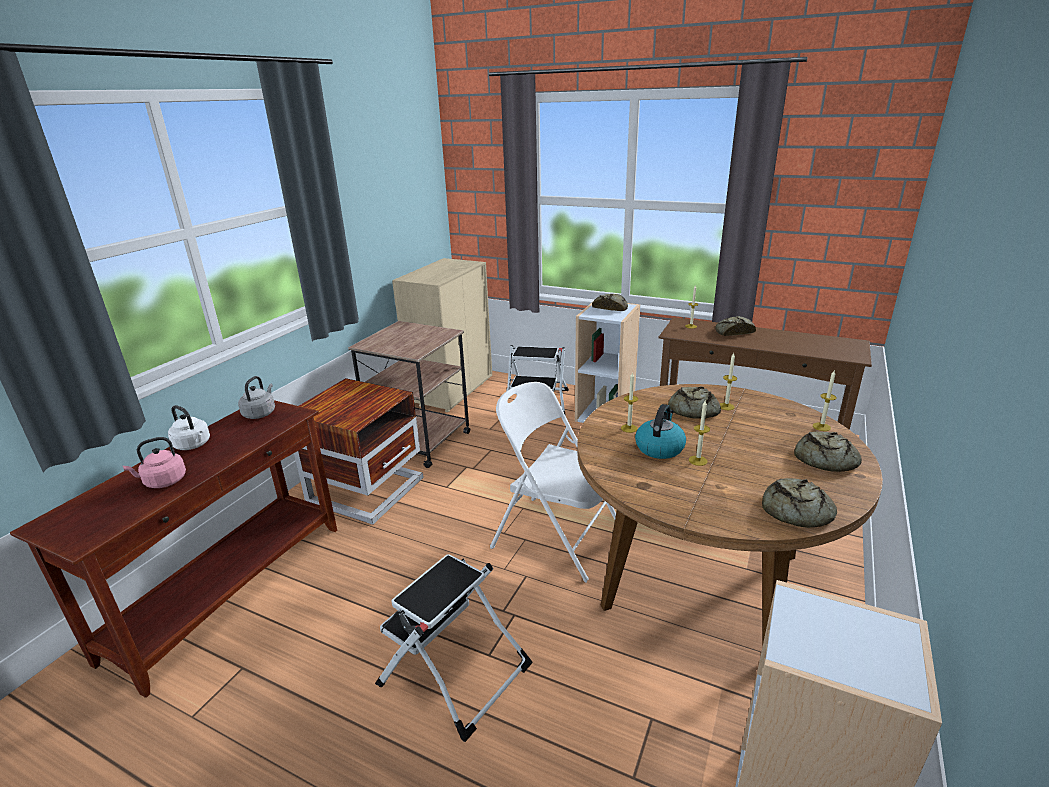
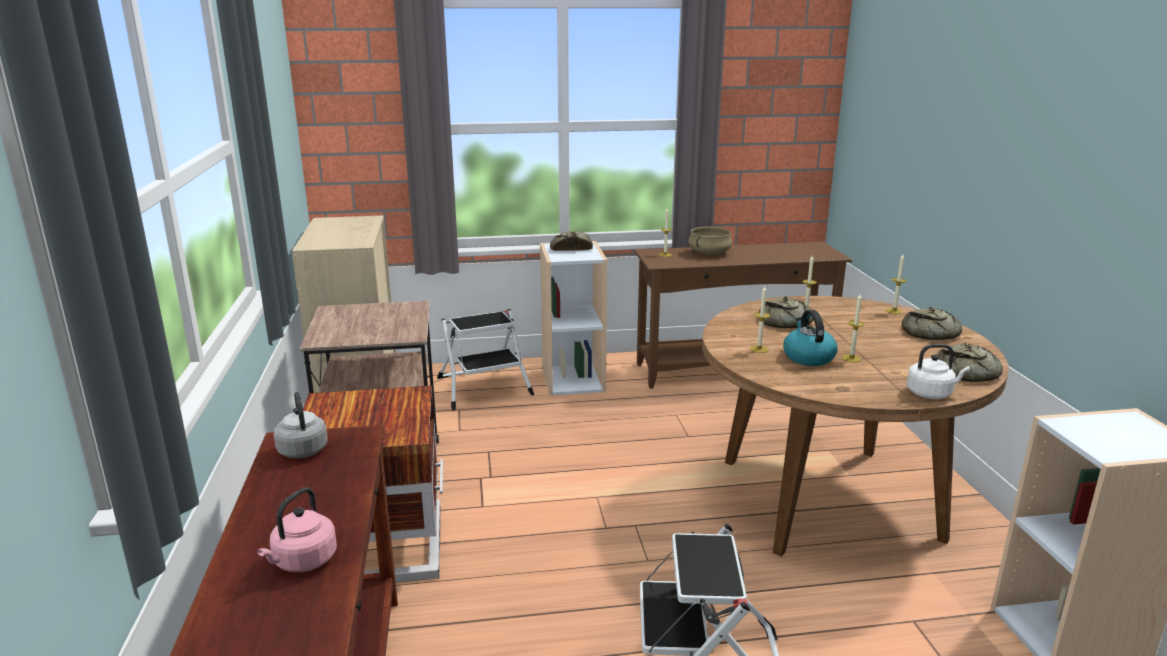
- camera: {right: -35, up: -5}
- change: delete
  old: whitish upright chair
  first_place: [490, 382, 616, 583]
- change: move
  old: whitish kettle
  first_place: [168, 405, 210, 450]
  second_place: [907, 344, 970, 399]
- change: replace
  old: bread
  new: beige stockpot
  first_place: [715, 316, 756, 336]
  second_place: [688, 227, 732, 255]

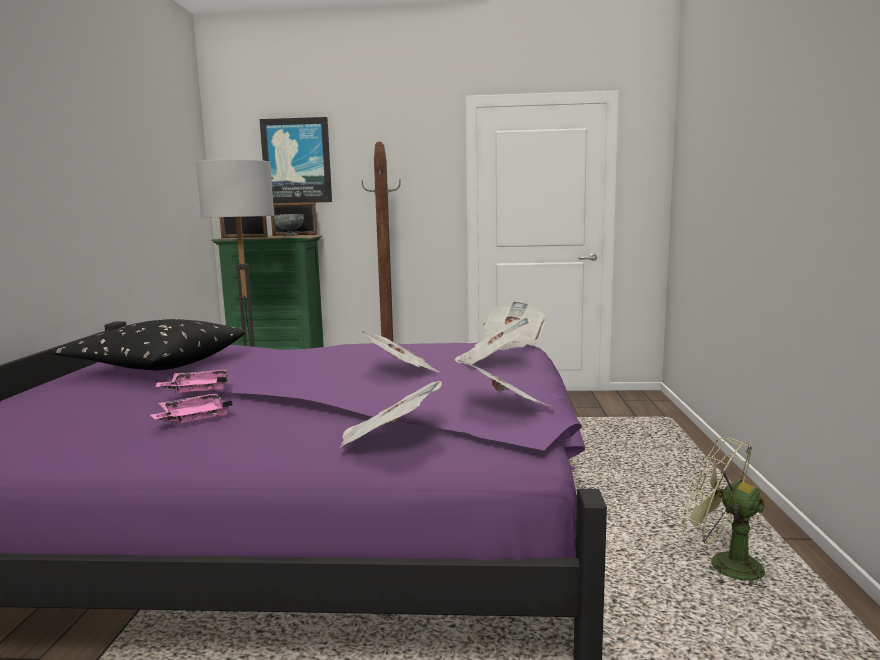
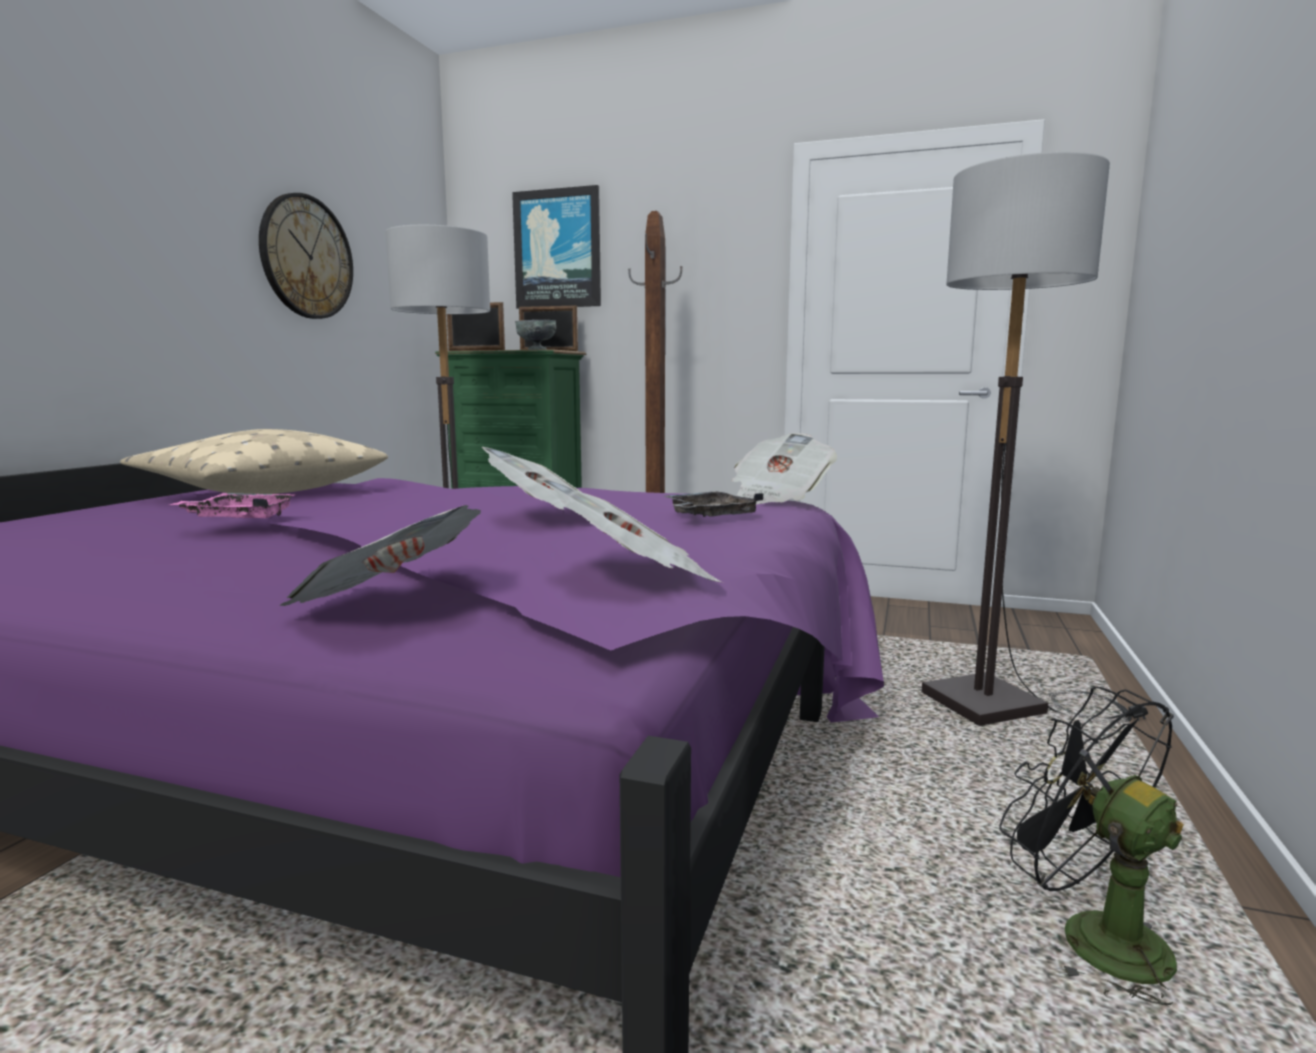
- camera: {right: 15, up: 0}
- change: delete
  old: pink serving tray
  first_place: [150, 393, 233, 423]
- change: insert
  new: clock on the wall
  second_place: [259, 193, 353, 319]
- change: insert
  new: standing lamp
  second_place: [922, 152, 1148, 726]
- change: replace
  old: printed paper
  new: greyish serving tray
  first_place: [455, 318, 532, 365]
  second_place: [664, 491, 764, 517]
- change: recolor
  old: blackish cushion
  new: beige cushion
  first_place: [51, 319, 246, 370]
  second_place: [120, 429, 388, 494]
- change: recolor
  old: green-coloured cooling fan
  new: blackish cooling fan
  first_place: [683, 438, 767, 589]
  second_place: [1000, 687, 1184, 1007]

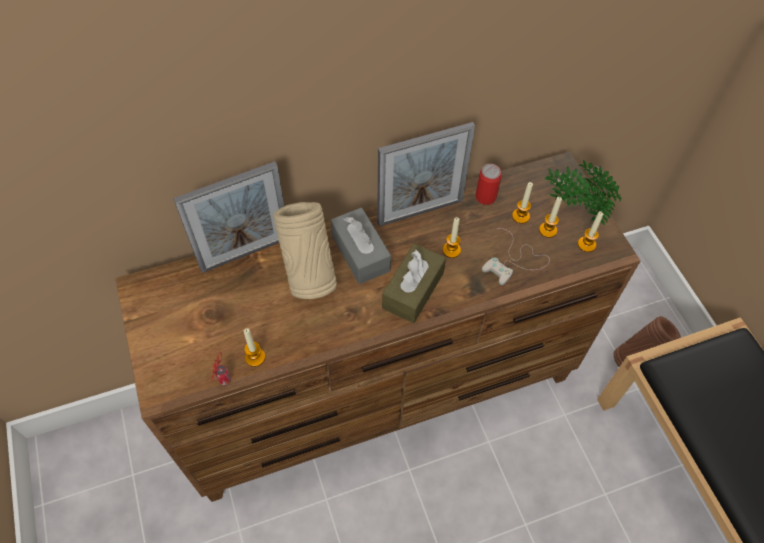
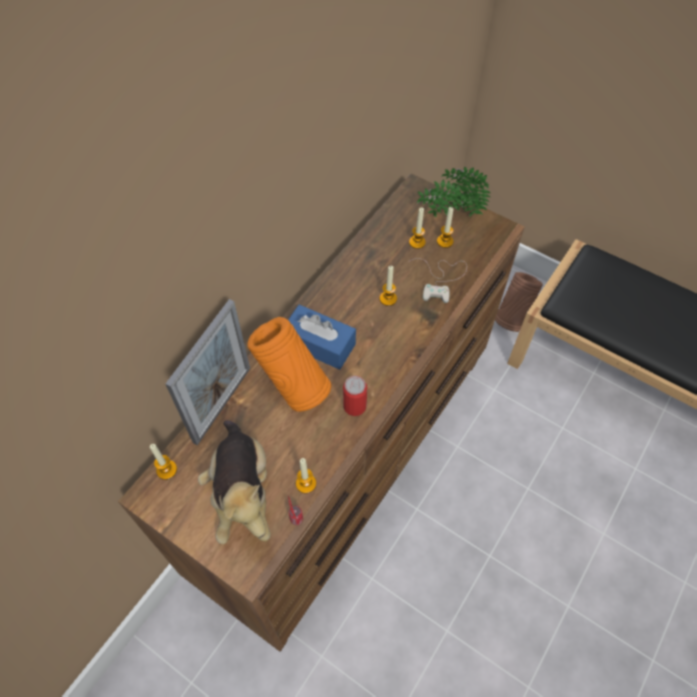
- camera: {right: -35, up: 0}
- change: delete
  old: photo frame
  first_place: [377, 122, 475, 226]
- change: delete
  old: brownish tissue box
  first_place: [382, 243, 446, 323]
- change: insert
  new: soft toy
  second_place: [198, 420, 271, 544]
- change: move
  old: metal can
  first_place: [475, 164, 502, 205]
  second_place: [343, 376, 367, 416]
- change: move
  old: candle
  first_place: [578, 211, 604, 252]
  second_place: [150, 444, 177, 480]
- change: recolor
  old: beige vase
  new: orangey vase
  first_place: [273, 202, 337, 299]
  second_place: [247, 317, 331, 412]
- change: recolor
  old: greyish tissue box
  new: blue-coloured tissue box
  first_place: [330, 208, 391, 284]
  second_place: [288, 305, 356, 370]

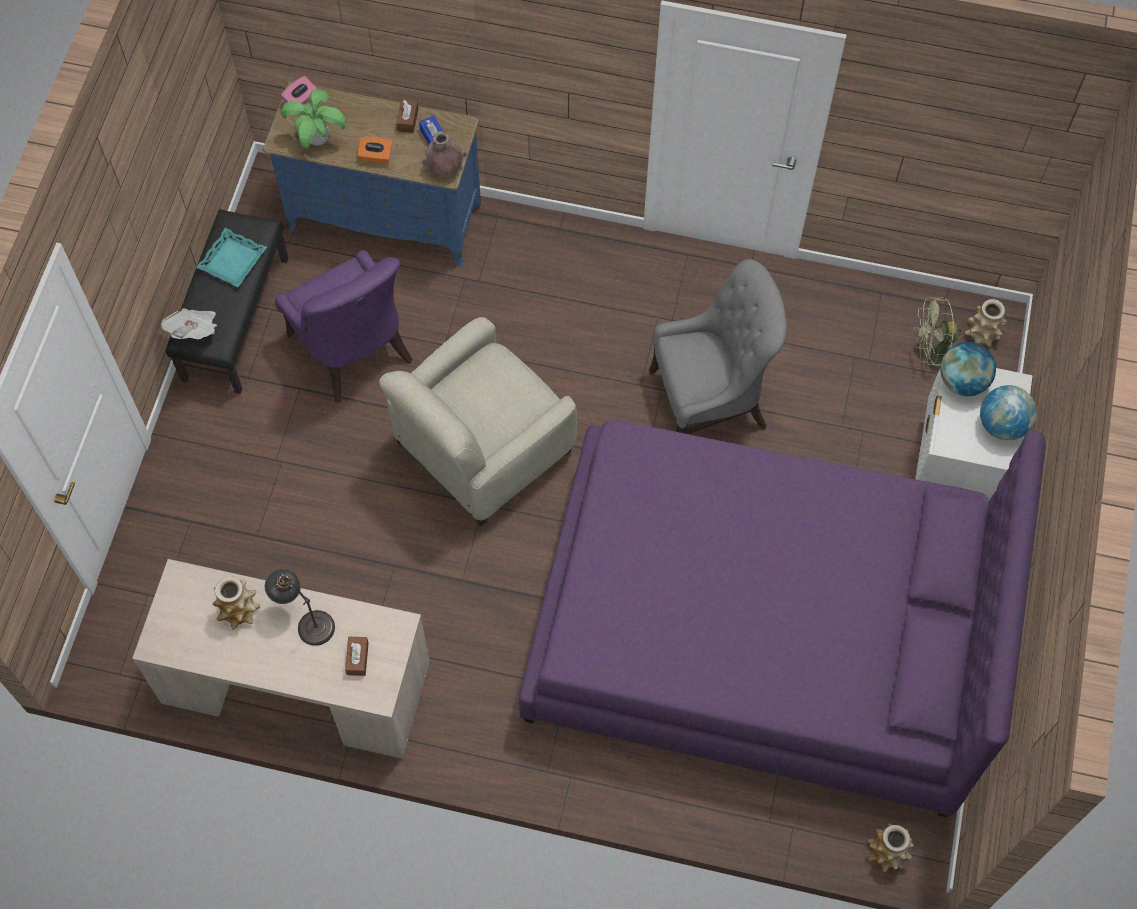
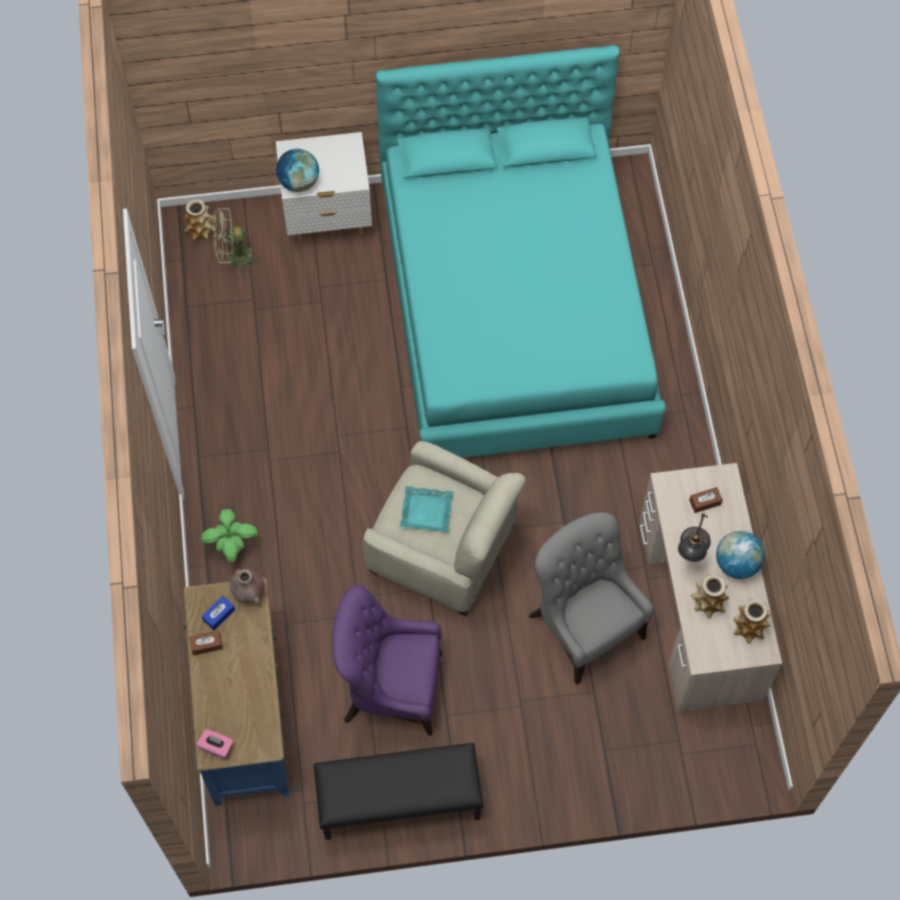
- camera: {right: -110, up: 0}
- change: delete
  old: printed paper
  first_place: [161, 308, 217, 339]
- change: delete
  old: orangey tissue box
  first_place: [357, 136, 393, 164]
- change: move
  old: turquoise serving tray
  first_place: [196, 227, 267, 287]
  second_place: [399, 486, 454, 532]
- change: move
  old: plant in a pot
  first_place: [281, 89, 346, 148]
  second_place: [201, 509, 258, 563]
- change: move
  old: greyish upright chair
  first_place: [649, 259, 787, 434]
  second_place: [529, 512, 654, 685]
- change: move
  old: vase
  first_place: [867, 823, 914, 873]
  second_place: [733, 599, 771, 644]
- change: move
  old: globe
  first_place: [980, 385, 1037, 440]
  second_place: [716, 531, 765, 579]
- change: recolor
  old: purple-coloured bedroom bed
  new: turquoise bedroom bed
  first_place: [519, 420, 1046, 817]
  second_place: [376, 45, 666, 458]
- change: rotate
  old: purple-coloured upright chair
  first_place: [275, 250, 413, 403]
  second_place: [332, 585, 442, 736]
  degrees: -120
- change: rotate
  old: green-coloured cooling fan
  first_place: [914, 297, 962, 368]
  second_place: [213, 207, 261, 274]
  degrees: 105

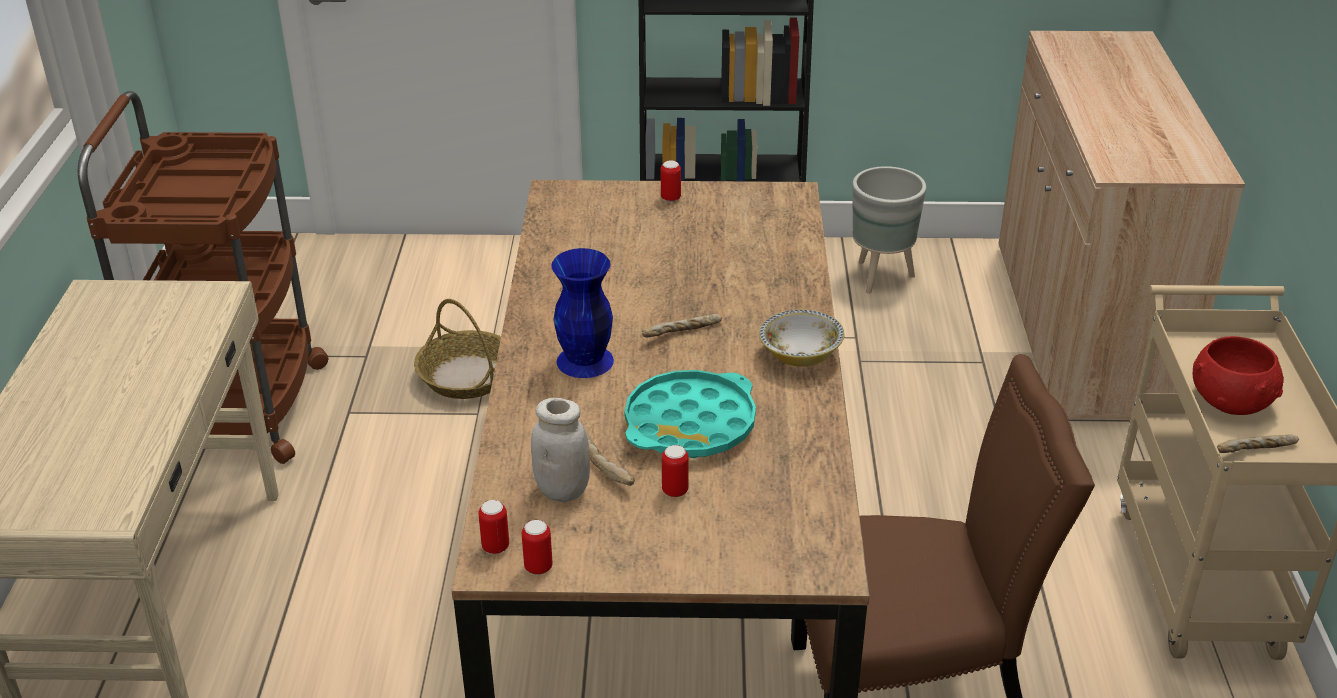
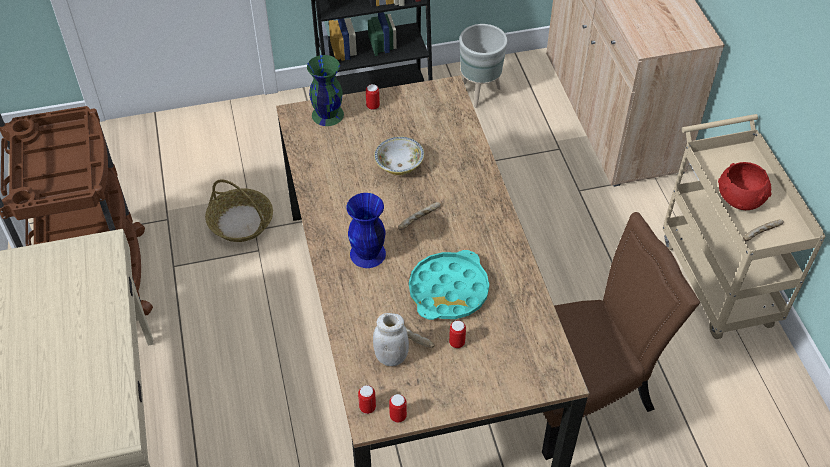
- camera: {right: -15, up: 15}
- change: insert
  new: green-coloured vase
  second_place: [307, 55, 344, 126]
- change: move
  old: bowl
  first_place: [759, 309, 845, 367]
  second_place: [374, 136, 424, 175]

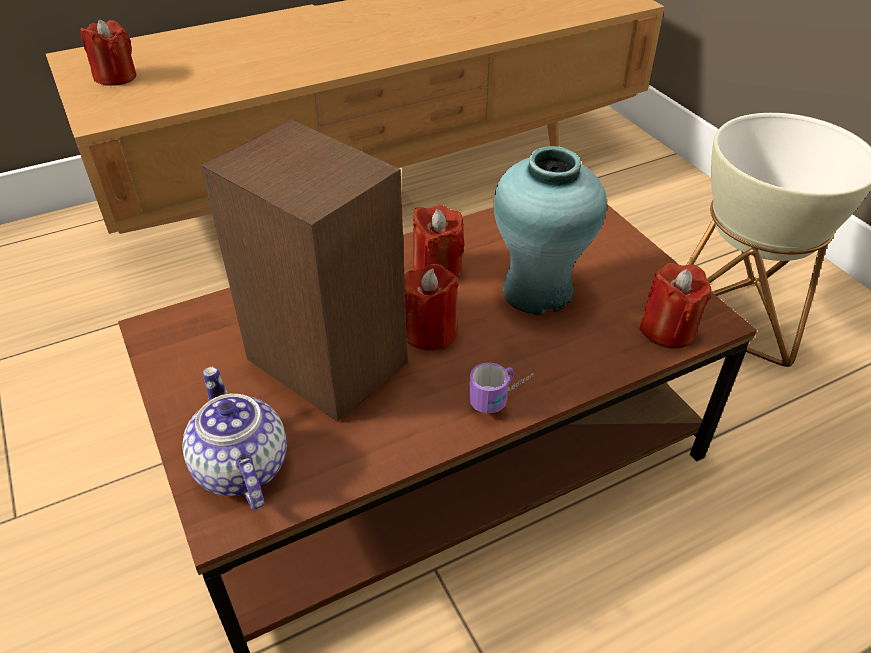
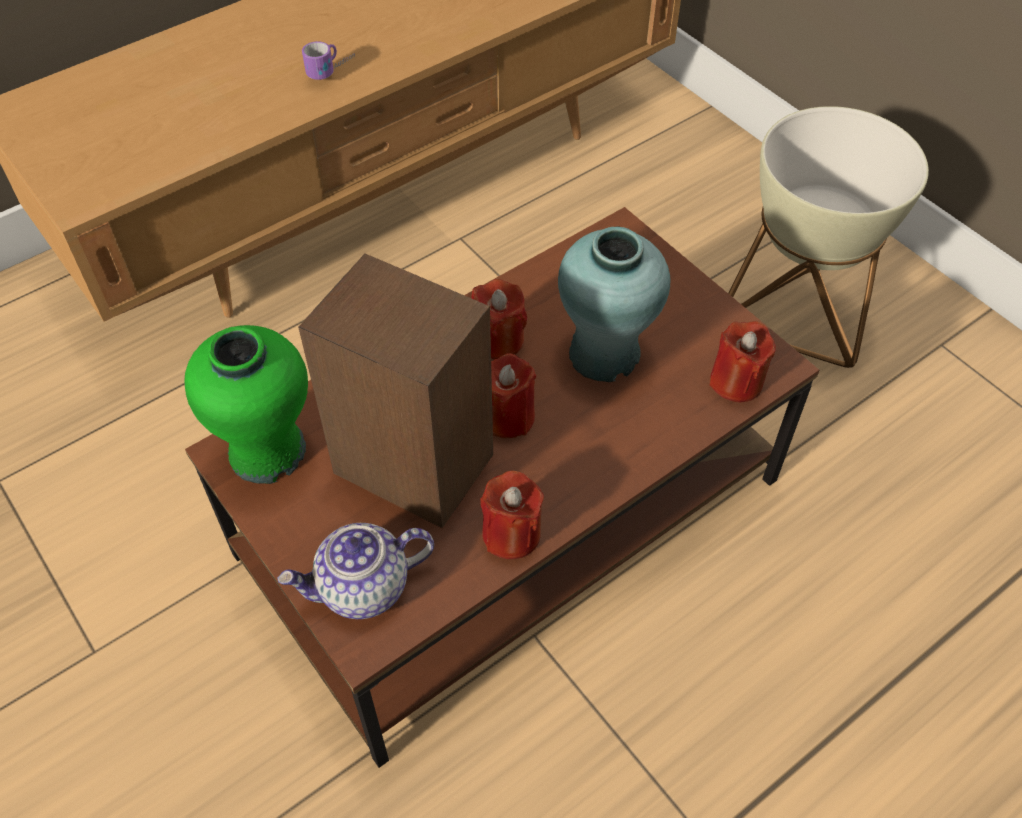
- camera: {right: -10, up: 10}
- change: insert
  new: green-coloured vase
  second_place: [185, 325, 308, 484]
- change: move
  old: red candle
  first_place: [80, 19, 136, 86]
  second_place: [480, 471, 544, 559]
- change: move
  old: tea mug
  first_place: [469, 363, 534, 413]
  second_place: [302, 41, 355, 80]
- change: rotate
  old: teapot
  first_place: [183, 367, 287, 510]
  second_place: [277, 523, 434, 619]
  degrees: -75

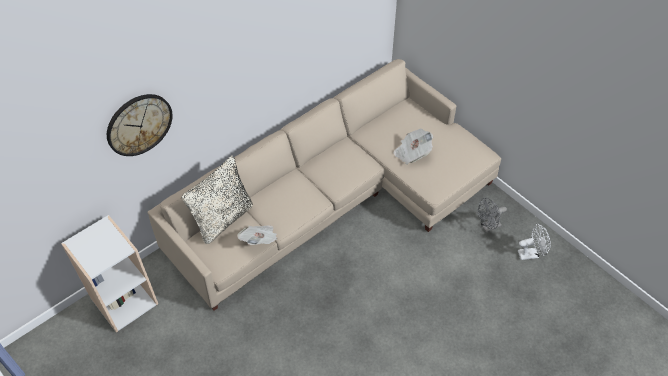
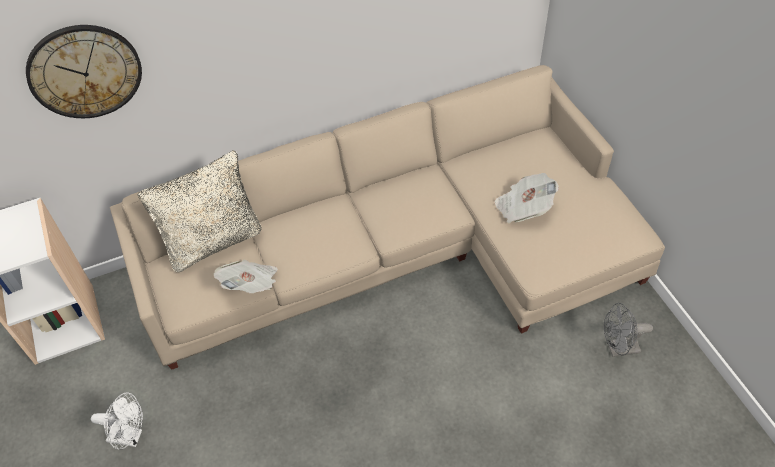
- camera: {right: 20, up: 0}
- change: move
  old: whitish cooling fan
  first_place: [518, 223, 551, 260]
  second_place: [91, 393, 143, 450]

